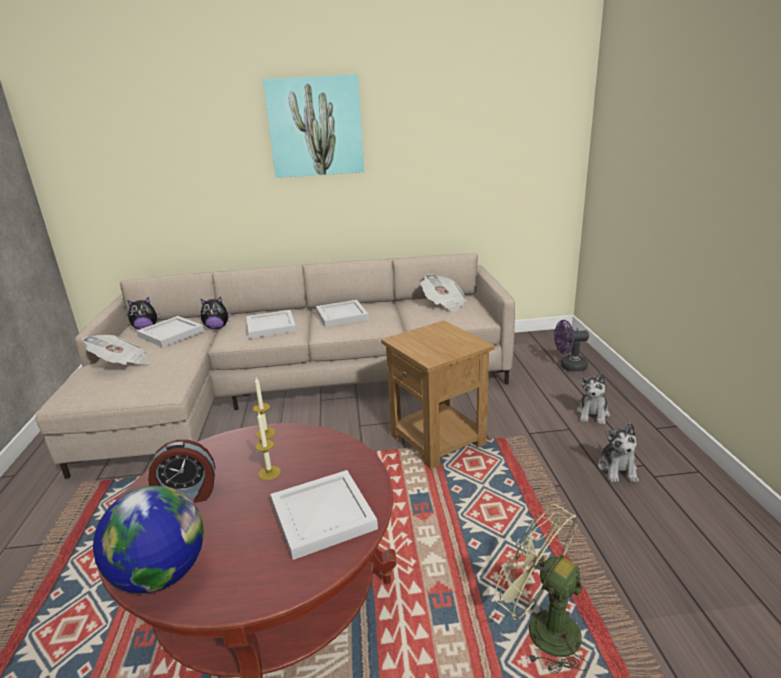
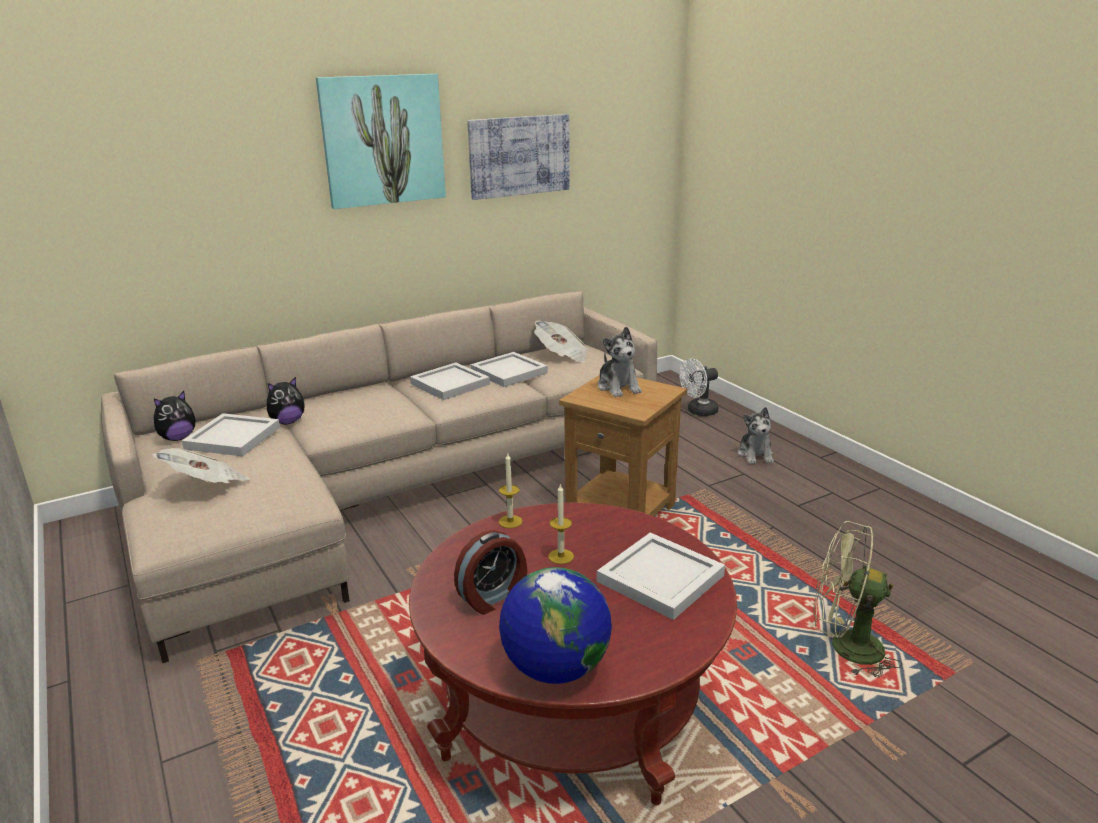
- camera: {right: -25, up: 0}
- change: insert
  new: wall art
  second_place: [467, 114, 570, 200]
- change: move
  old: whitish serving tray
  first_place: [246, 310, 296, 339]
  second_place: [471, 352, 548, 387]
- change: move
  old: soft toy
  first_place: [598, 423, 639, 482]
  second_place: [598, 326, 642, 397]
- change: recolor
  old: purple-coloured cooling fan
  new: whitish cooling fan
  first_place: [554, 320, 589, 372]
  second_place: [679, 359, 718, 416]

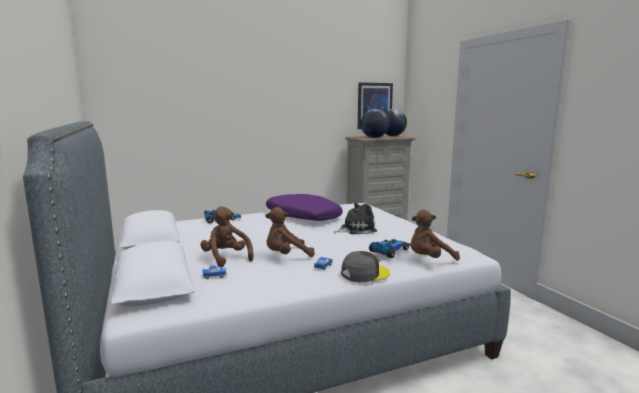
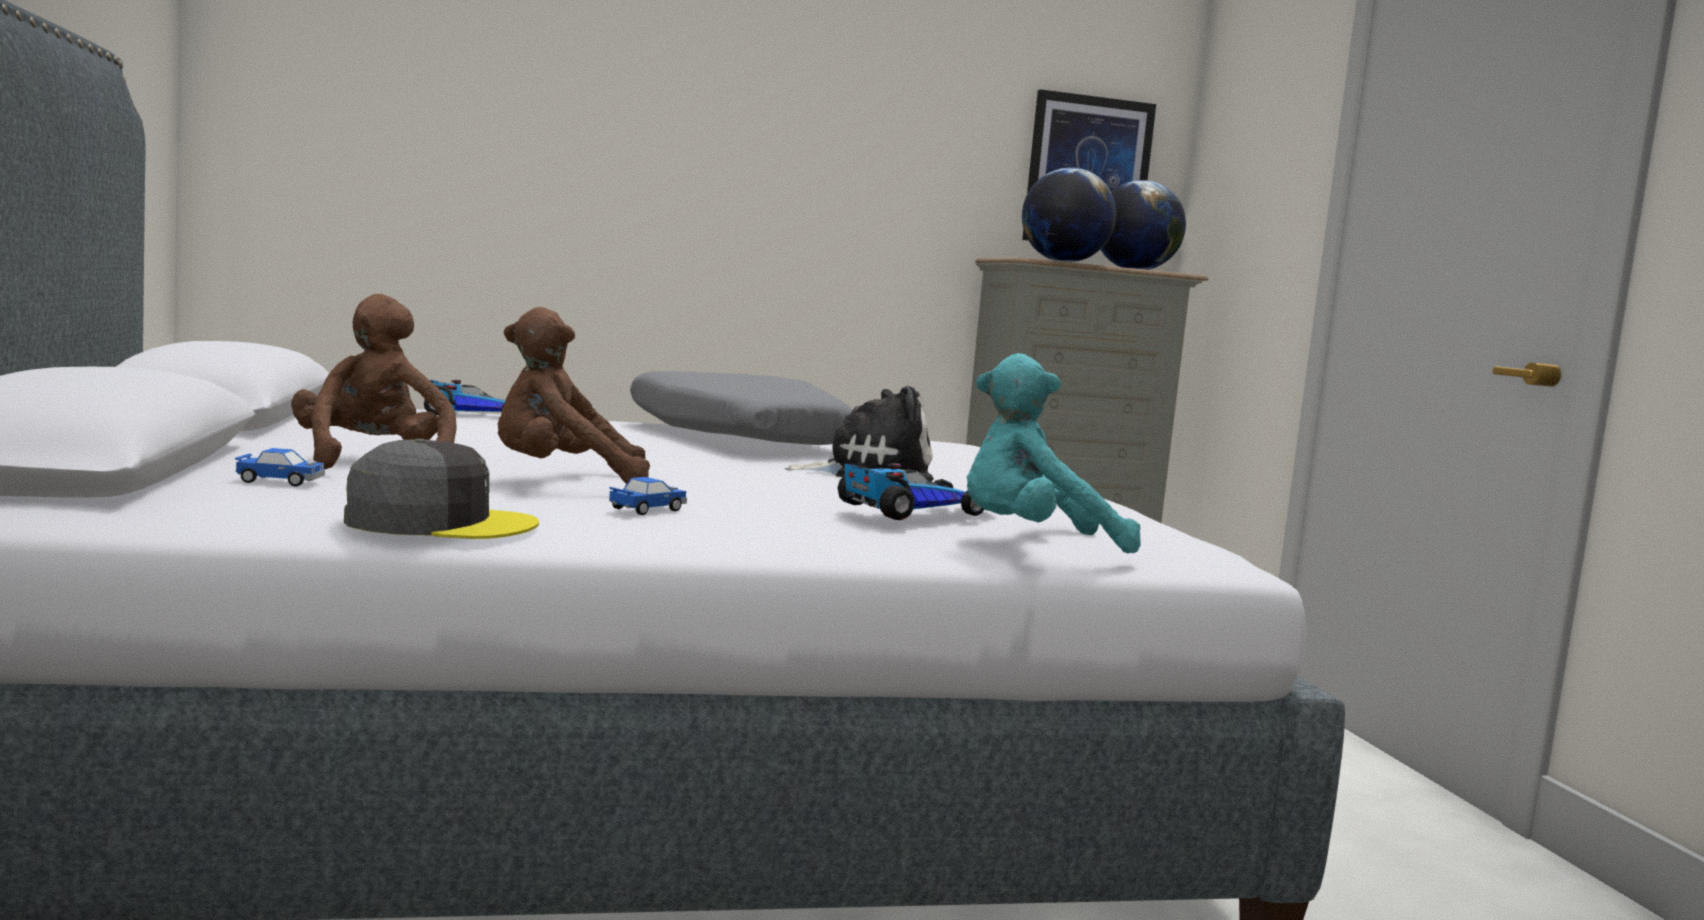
- camera: {right: 10, up: -5}
- change: move
  old: greyish baseball cap
  first_place: [341, 251, 390, 283]
  second_place: [344, 438, 539, 539]
- change: recolor
  old: purple-coloured cushion
  new: greyish cushion
  first_place: [266, 194, 343, 221]
  second_place: [630, 371, 853, 445]
- change: recolor
  old: brownish soft toy
  new: turquoise soft toy
  first_place: [410, 210, 460, 261]
  second_place: [967, 353, 1141, 553]

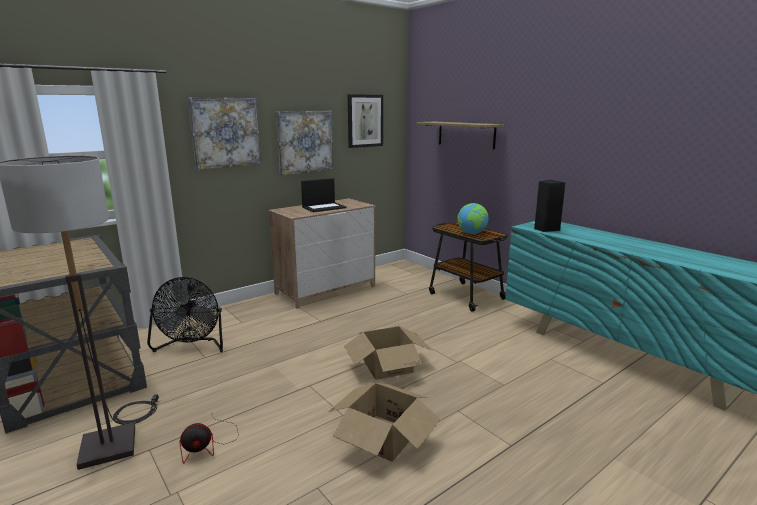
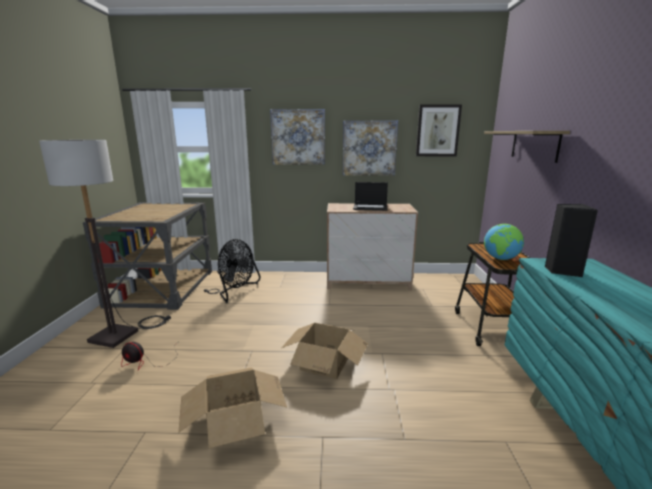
- camera: {right: 40, up: 0}
- change: rotate
  old: blackish cooling fan
  first_place: [147, 277, 223, 352]
  second_place: [204, 239, 260, 303]
  degrees: -105

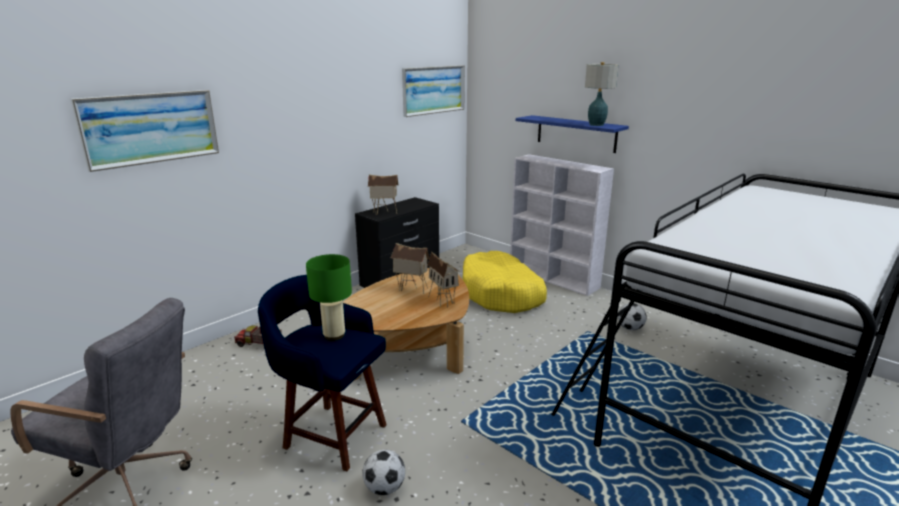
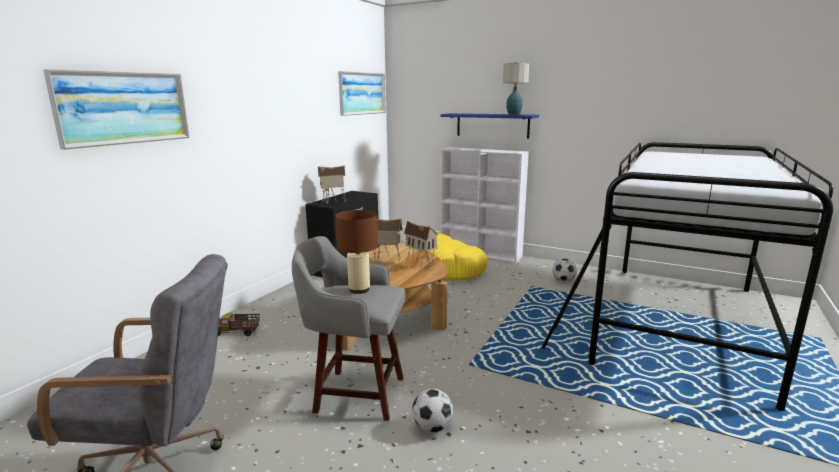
- camera: {right: -15, up: -5}
- change: recolor
  old: blue-coloured sitting stool
  new: greyish sitting stool
  first_place: [258, 275, 387, 472]
  second_place: [292, 236, 405, 421]
- change: recolor
  old: green-coloured lamp for a table
  new: brownish lamp for a table
  first_place: [306, 254, 352, 341]
  second_place: [335, 210, 378, 294]

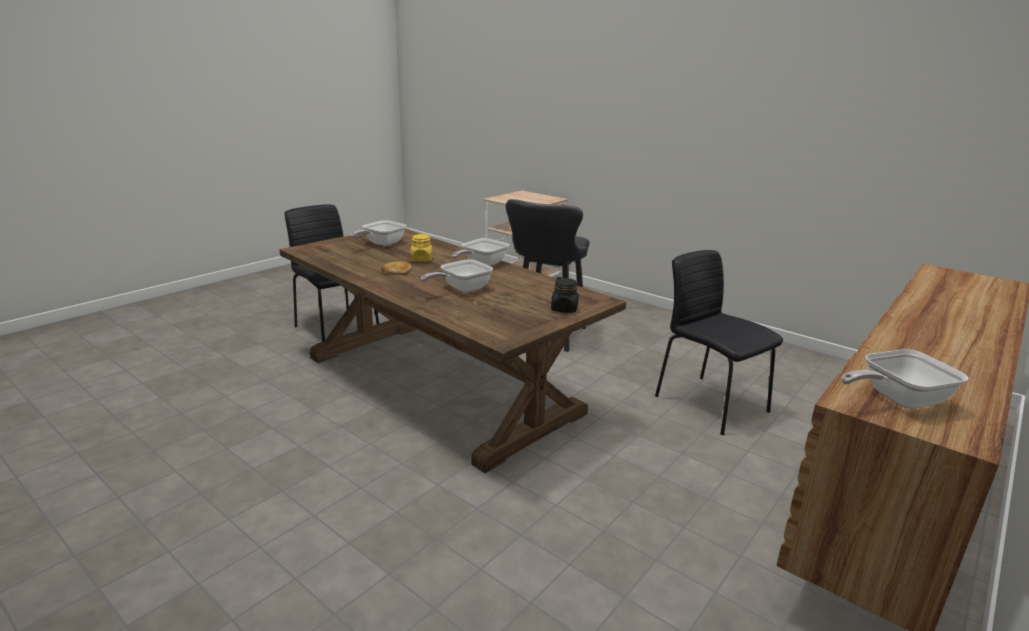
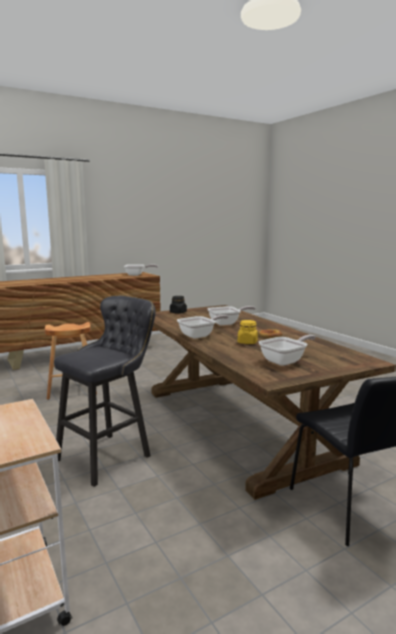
- camera: {right: -160, up: -10}
- change: replace
  old: blackish upright chair
  new: brownish sitting stool
  first_place: [655, 250, 783, 435]
  second_place: [45, 322, 97, 400]

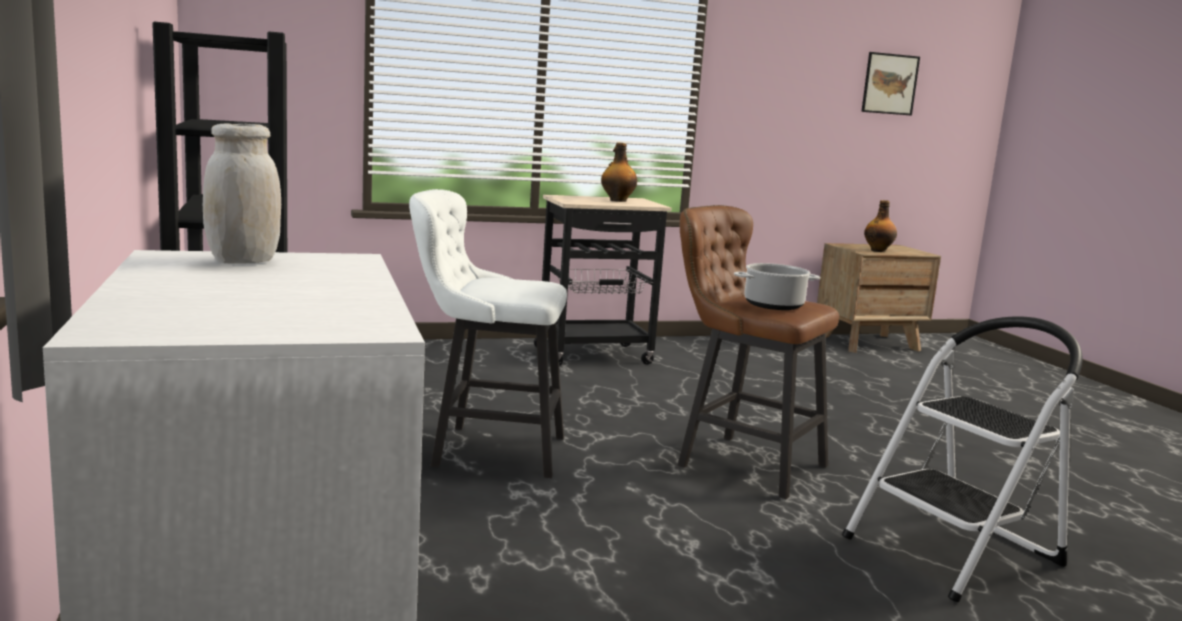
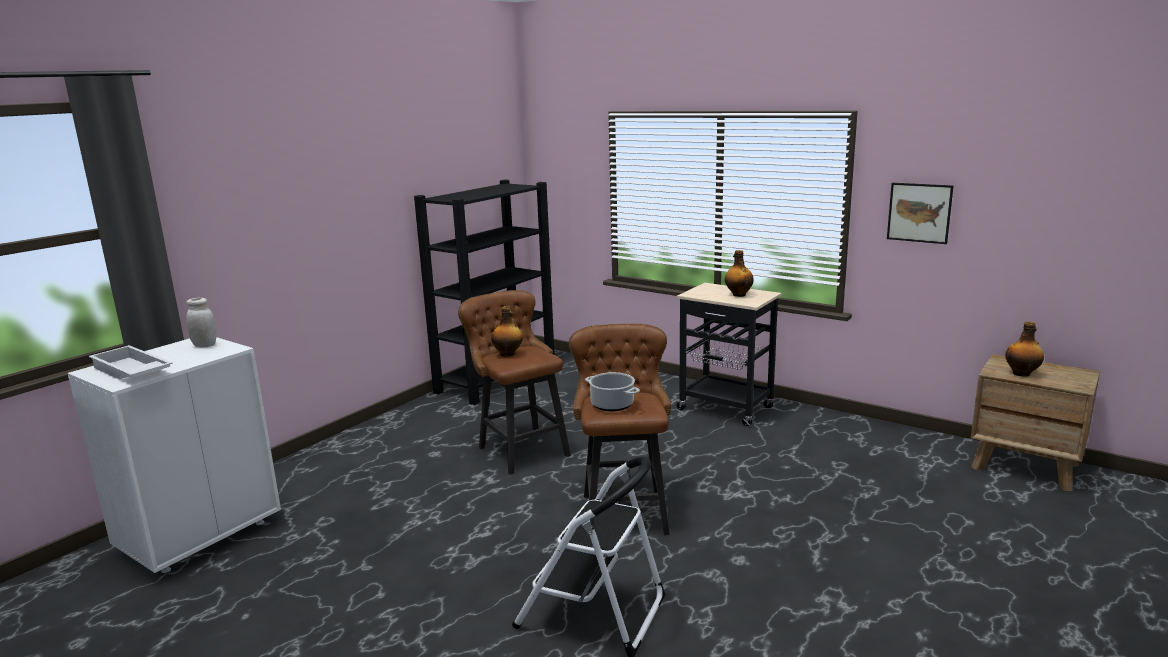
- camera: {right: 55, up: 5}
- change: insert
  new: whitish serving tray
  second_place: [89, 345, 173, 379]
- change: insert
  new: drink bottle
  second_place: [491, 306, 523, 357]
- change: move
  old: wall art
  first_place: [861, 52, 920, 116]
  second_place: [887, 183, 953, 244]
- change: recolor
  old: whitish sitting stool
  new: brownish sitting stool
  first_place: [409, 189, 567, 478]
  second_place: [458, 290, 571, 475]

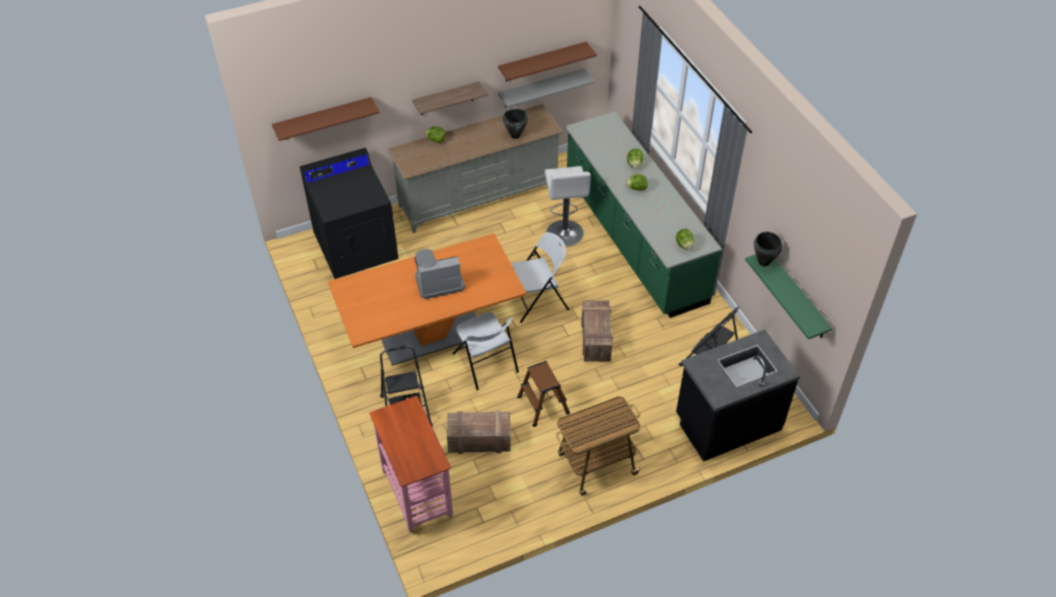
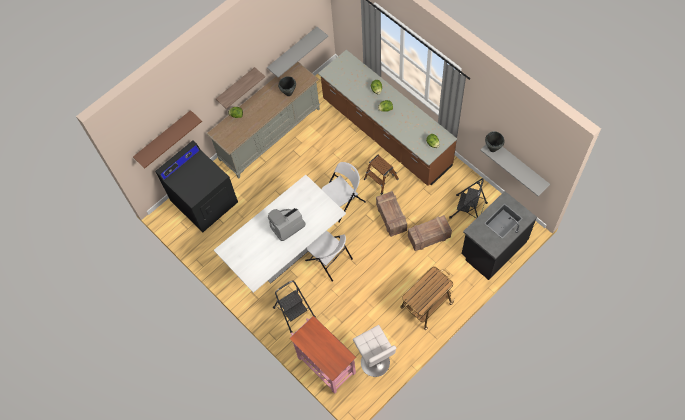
- camera: {right: -15, up: 15}
- change: delete
  old: brownish wall shelf
  first_place: [498, 42, 597, 81]
- change: move
  old: crate
  first_place: [447, 410, 511, 454]
  second_place: [408, 215, 452, 251]
- change: move
  old: brownish step ladder
  first_place: [517, 361, 570, 427]
  second_place: [364, 155, 399, 195]
- change: move
  old: whitish sitting stool
  first_place: [545, 166, 591, 246]
  second_place: [353, 325, 396, 377]
- change: recolor
  old: orangey kitchen table
  new: whitish kitchen table
  first_place: [328, 233, 527, 366]
  second_place: [214, 175, 346, 293]
- change: recolor
  old: green-coloured counter
  new: brownish counter
  first_place: [565, 111, 722, 318]
  second_place: [318, 50, 457, 186]
- change: recolor
  old: green-coloured wall shelf
  new: greyish wall shelf
  first_place: [745, 254, 833, 339]
  second_place: [480, 145, 550, 197]

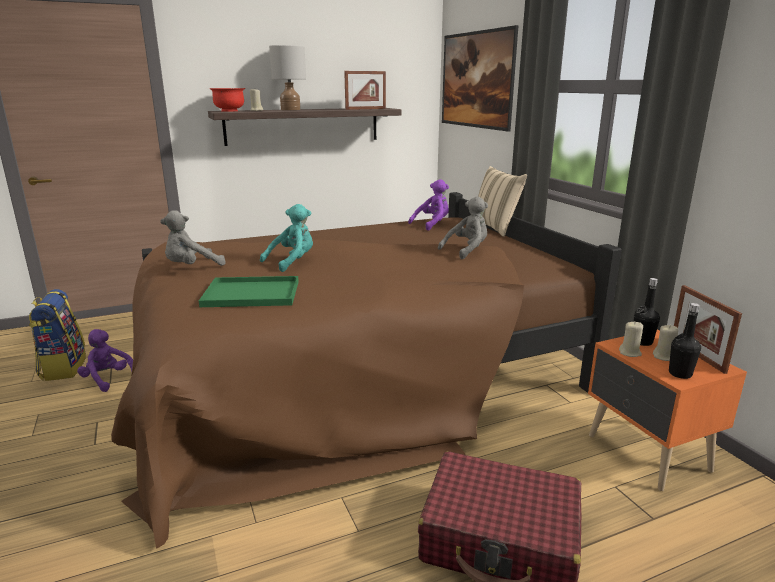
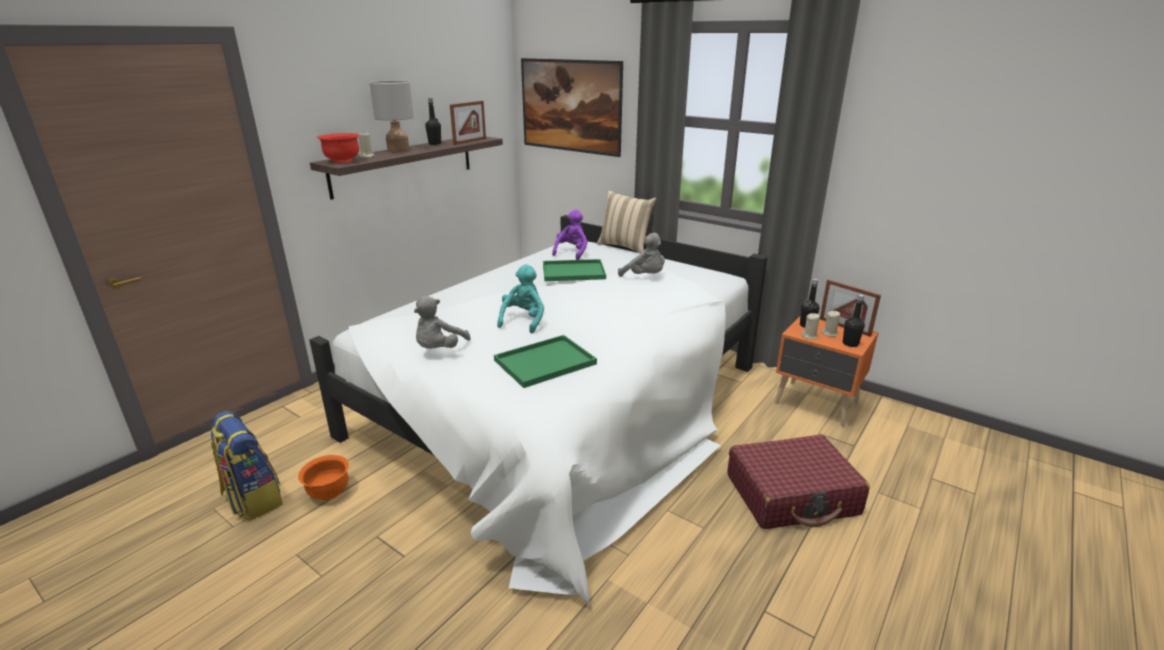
- camera: {right: -30, up: 5}
- change: insert
  new: blackish drink bottle
  second_place: [425, 98, 441, 145]
- change: insert
  new: green-coloured serving tray
  second_place: [543, 259, 606, 281]
- change: replace
  old: purple-coloured soft toy
  new: orangey bowl
  first_place: [77, 329, 133, 392]
  second_place: [298, 455, 349, 500]
- change: recolor
  old: brownish bedroom bed
  new: whitish bedroom bed
  first_place: [111, 192, 622, 549]
  second_place: [309, 215, 768, 607]
- change: rotate
  old: greyish soft toy
  first_place: [438, 196, 488, 259]
  second_place: [618, 233, 665, 277]
  degrees: 105

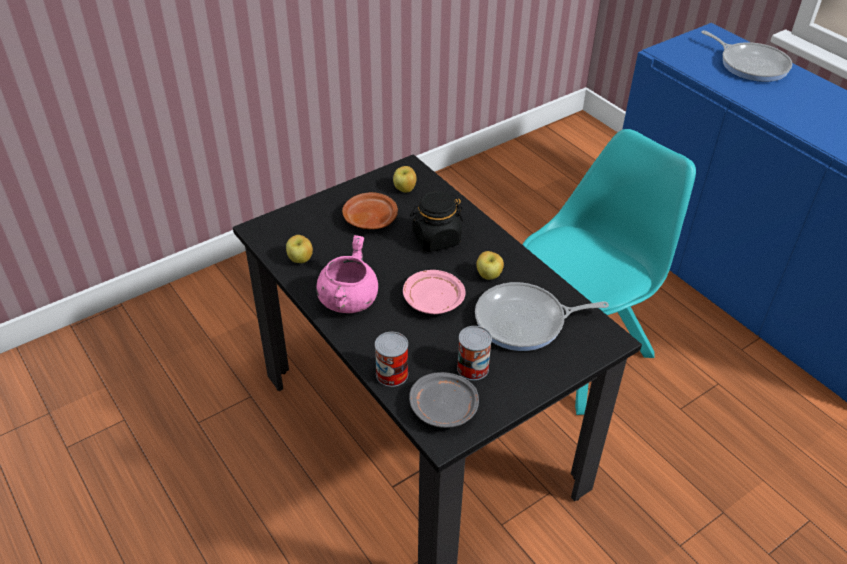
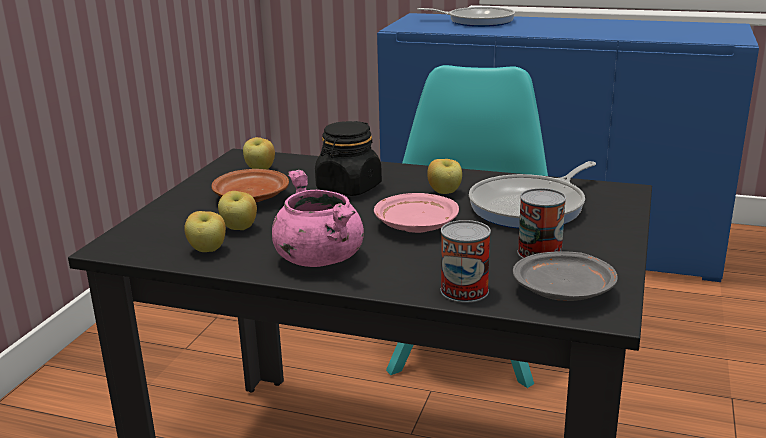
- camera: {right: -35, up: -20}
- change: insert
  new: whole apple
  second_place: [218, 191, 257, 230]

